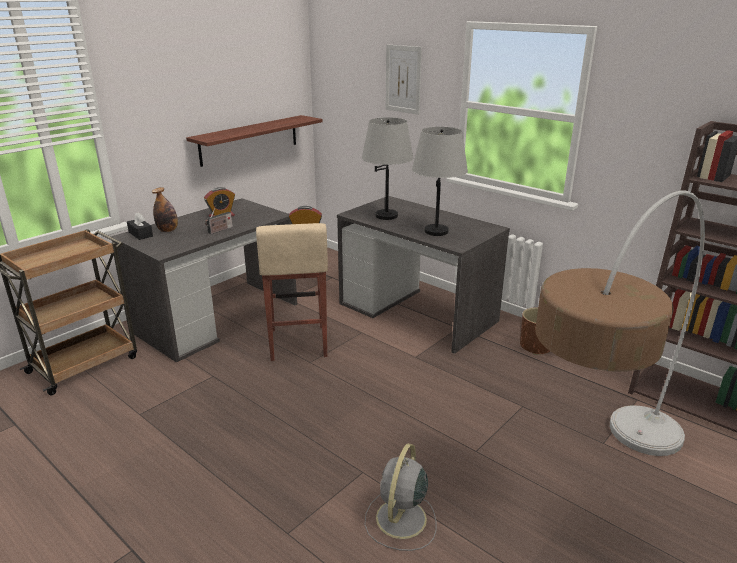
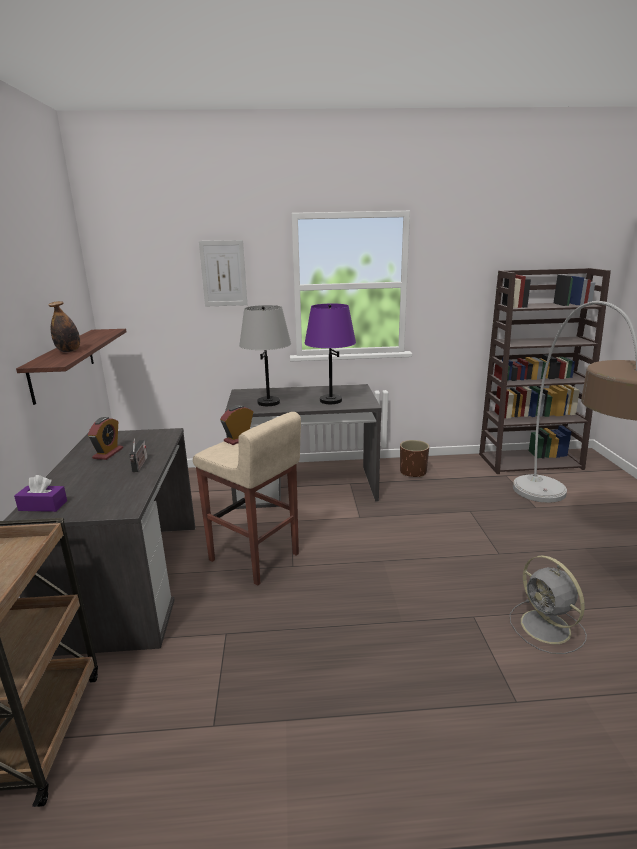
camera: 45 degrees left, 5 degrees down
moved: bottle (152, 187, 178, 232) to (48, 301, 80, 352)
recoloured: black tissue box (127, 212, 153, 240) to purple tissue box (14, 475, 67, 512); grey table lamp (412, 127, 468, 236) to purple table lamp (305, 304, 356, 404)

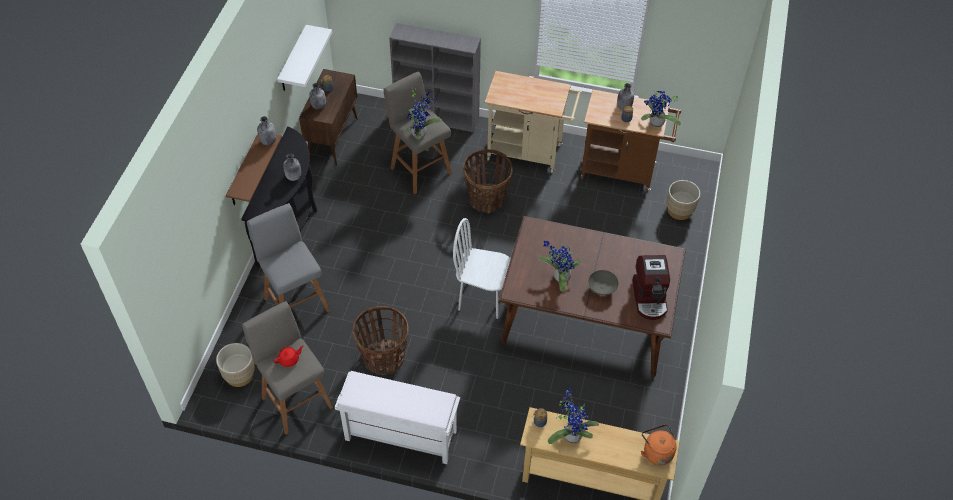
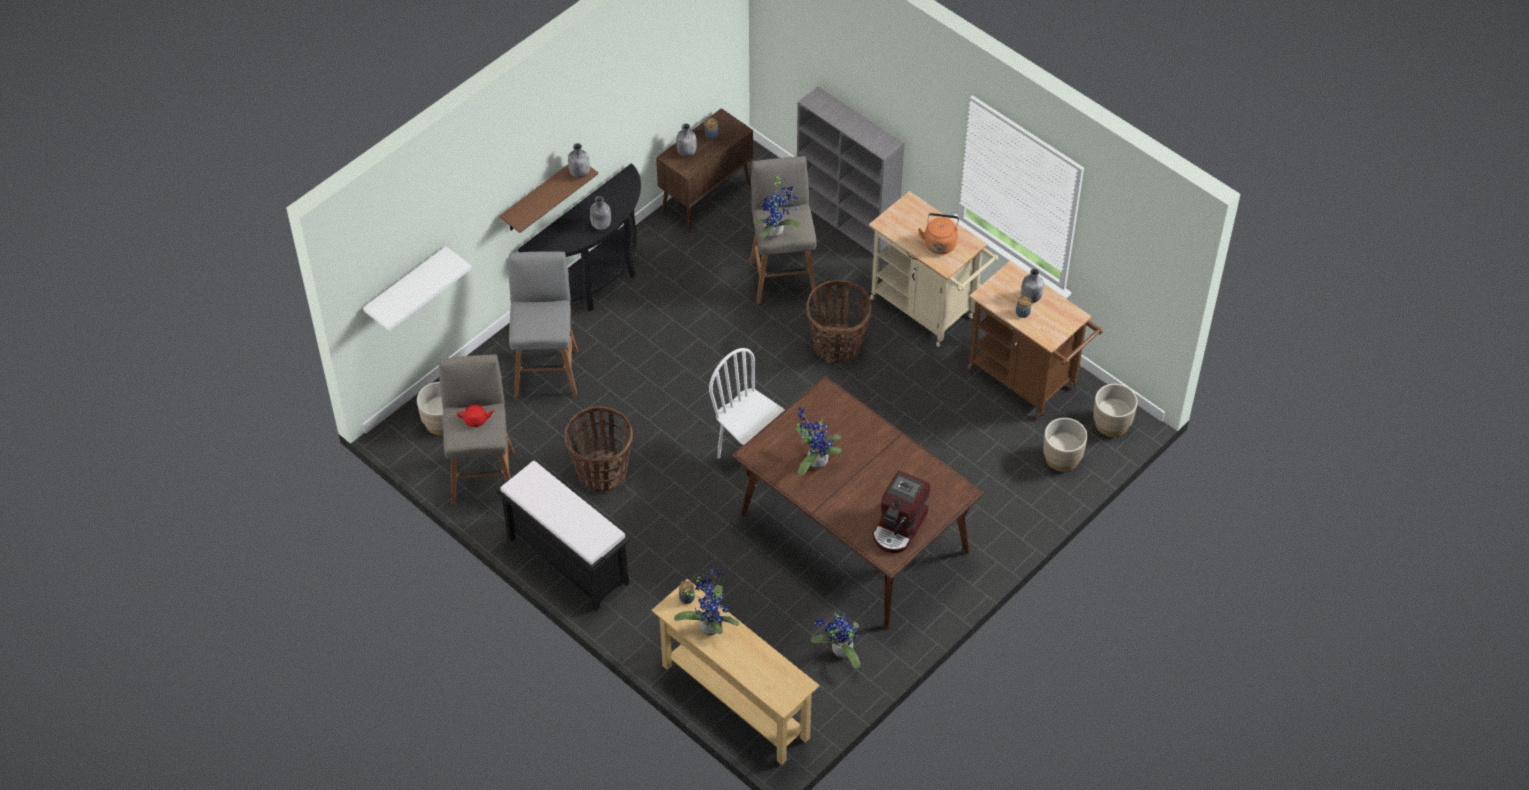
camera: 30 degrees right, 0 degrees up
removed: grey bowl (589, 270, 619, 295)
added: beige planter (1093, 384, 1138, 437)
moved: white shelf (277, 25, 332, 91) to (363, 246, 472, 331); potted plant (641, 91, 681, 127) to (811, 611, 860, 668); orange kettle (641, 424, 677, 466) to (918, 213, 959, 254)
recoloured: white bench (335, 371, 460, 464) to black bench (496, 460, 630, 611)

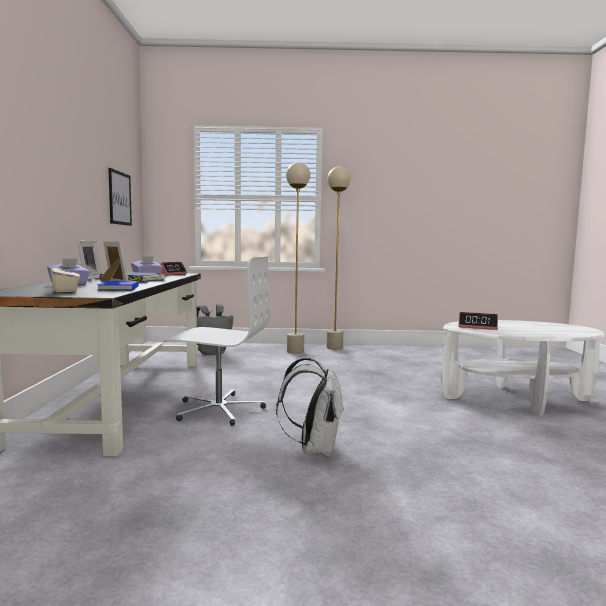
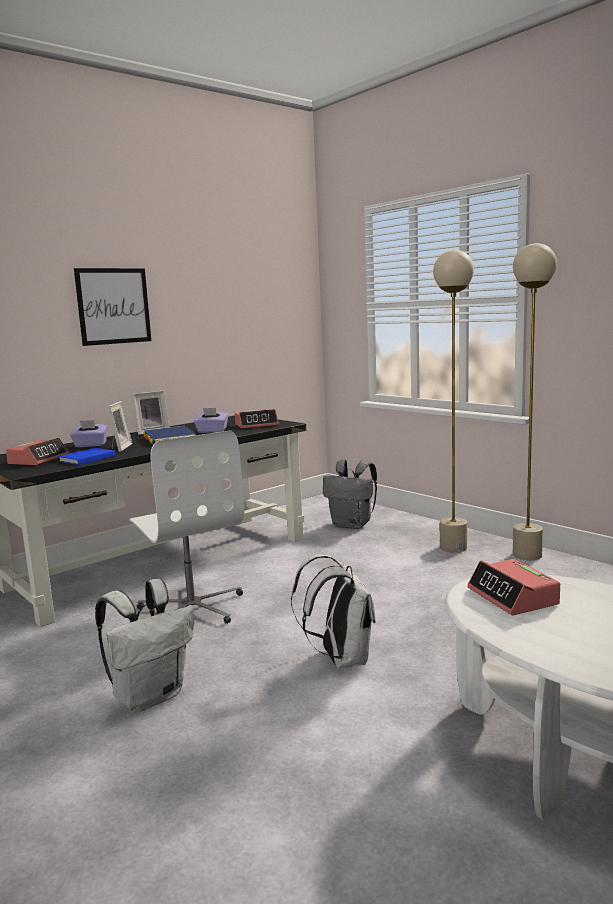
camera: 50 degrees right, 5 degrees up
added: white backpack (291, 554, 376, 668)
moved: picture (108, 168, 132, 226) to (74, 268, 151, 346)
replaced: beige tissue box (51, 262, 80, 292) to alarm clock (6, 437, 69, 465)

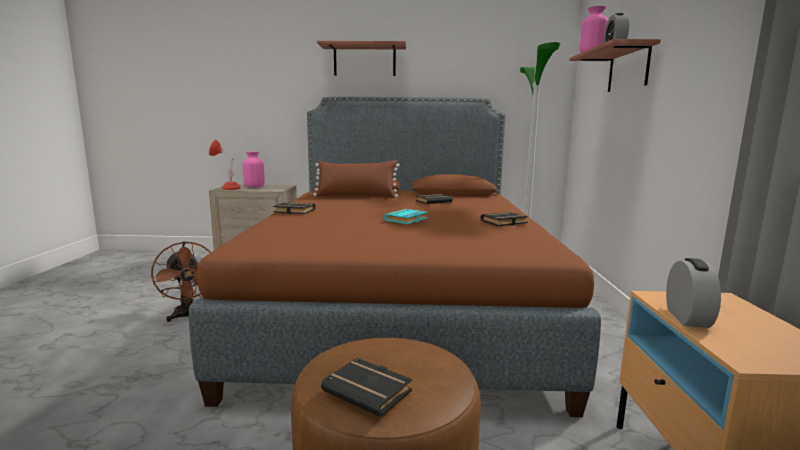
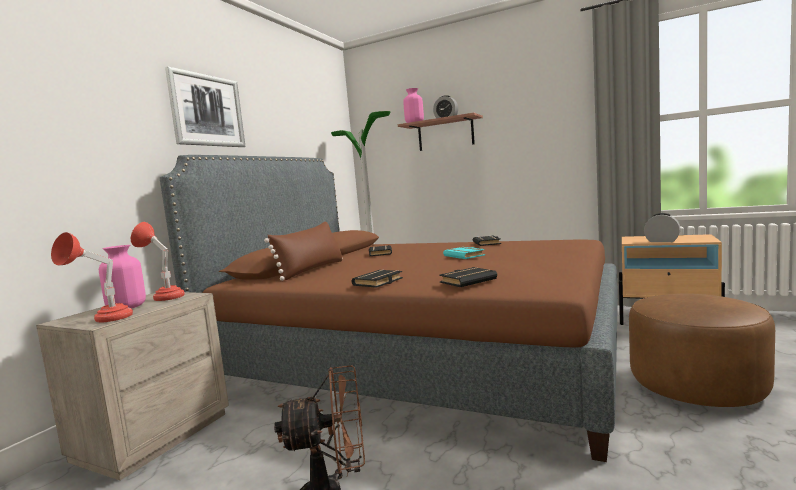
camera: 65 degrees left, 5 degrees down
added: red table lamp (131, 222, 184, 301)
moved: black book (321, 358, 412, 417) to (439, 267, 497, 287)
replaced: shelf (317, 41, 406, 76) to picture (165, 66, 246, 147)

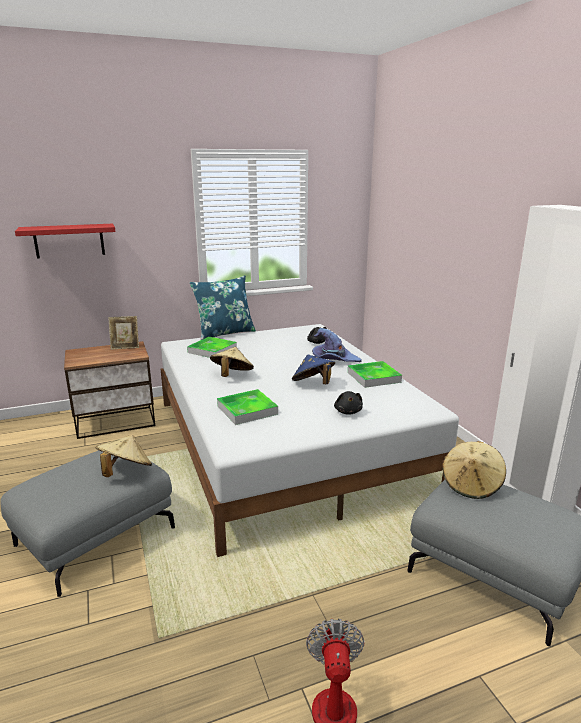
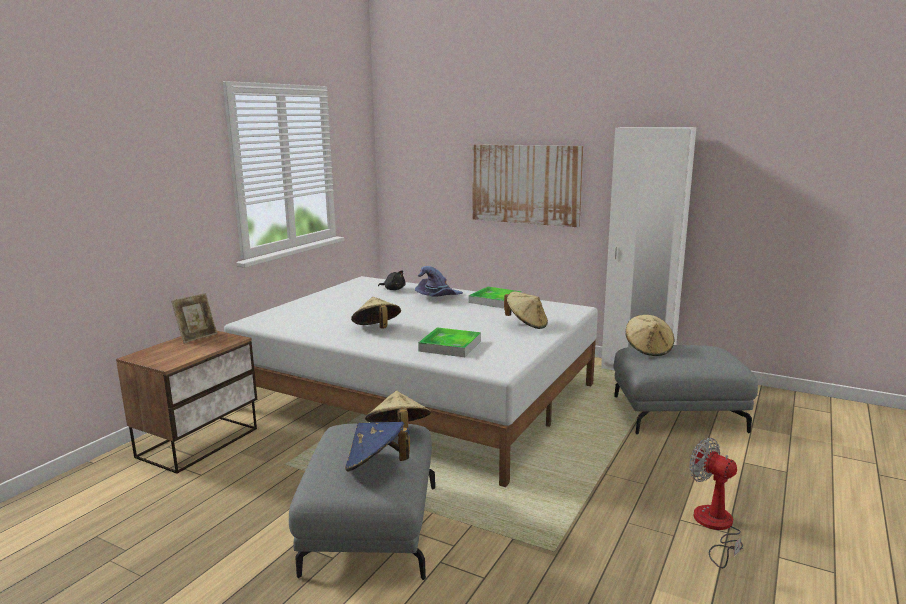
camera: 40 degrees left, 5 degrees down
removed: red shelf (15, 224, 116, 259); tray (187, 337, 237, 358); blue pillow (190, 275, 256, 340)
added: picture (472, 144, 583, 227)
moved: blue hat (292, 354, 335, 384) to (345, 422, 410, 472)
replaced: black plush toy (334, 391, 363, 415) to beige hat (504, 291, 548, 329)

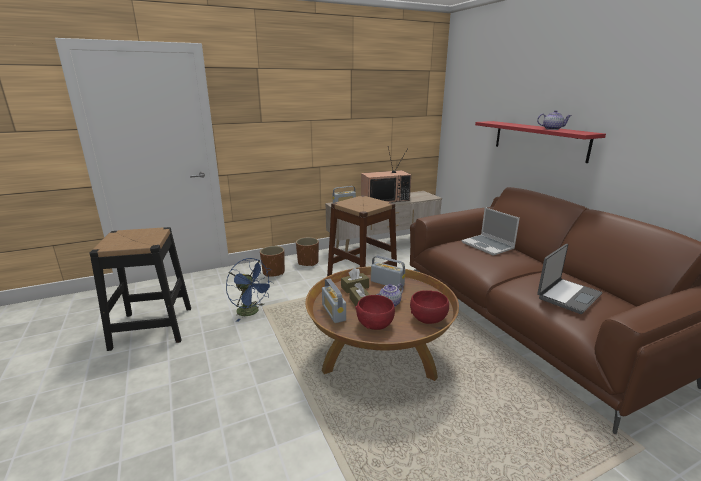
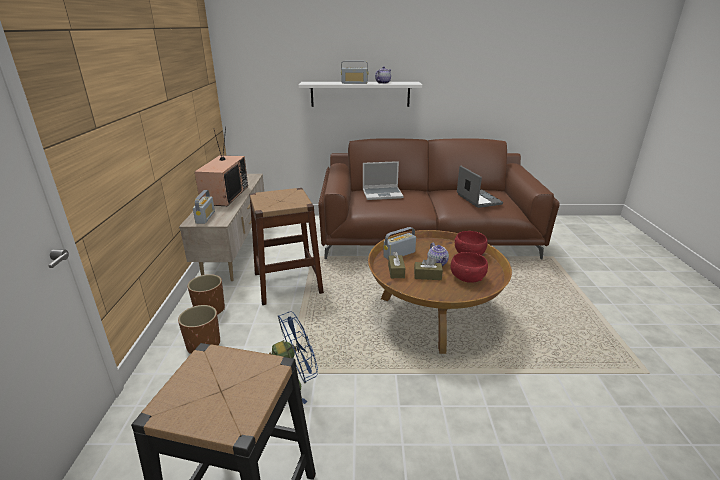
camera: 65 degrees left, 5 degrees up
moved: radio (322, 279, 346, 323) to (341, 61, 368, 84)
recoloured: red shelf (475, 121, 606, 163) to white shelf (298, 82, 422, 107)

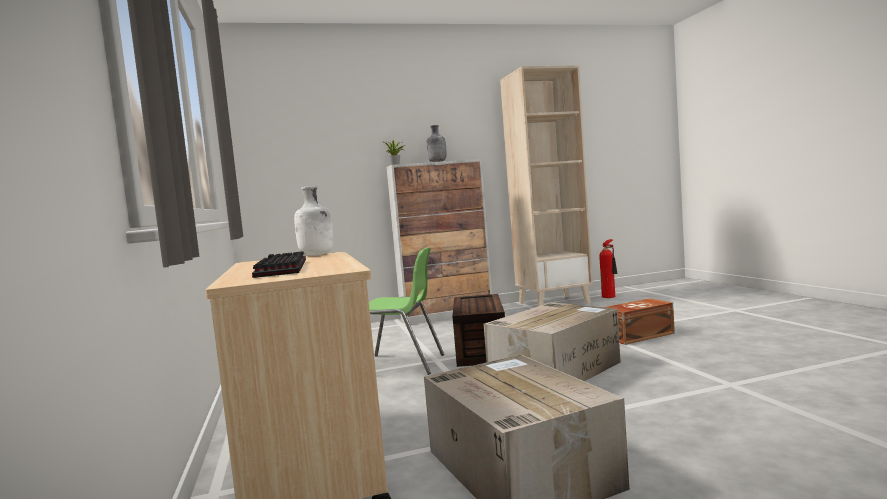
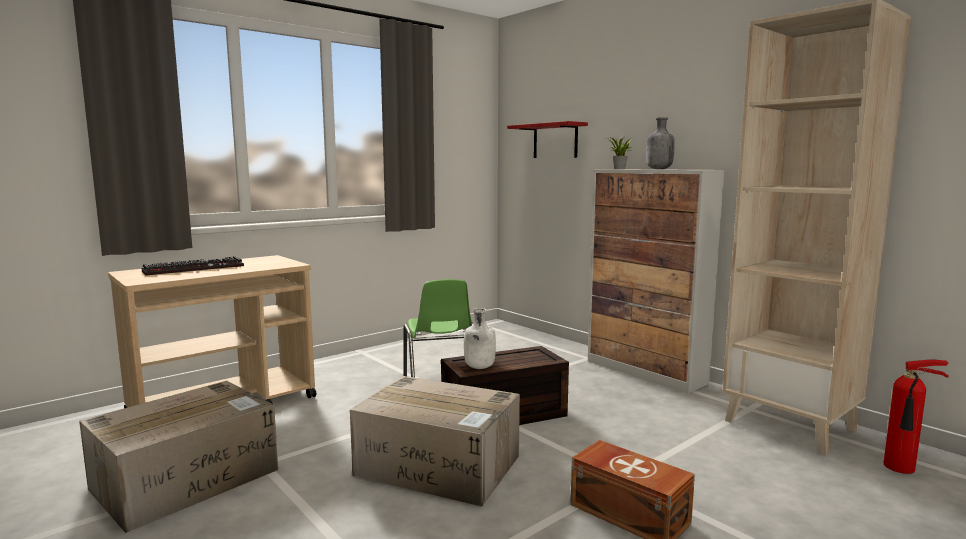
camera: 65 degrees right, 5 degrees up
added: red shelf (507, 121, 588, 158)
moved: white bottle (294, 186, 333, 256) to (464, 308, 496, 369)

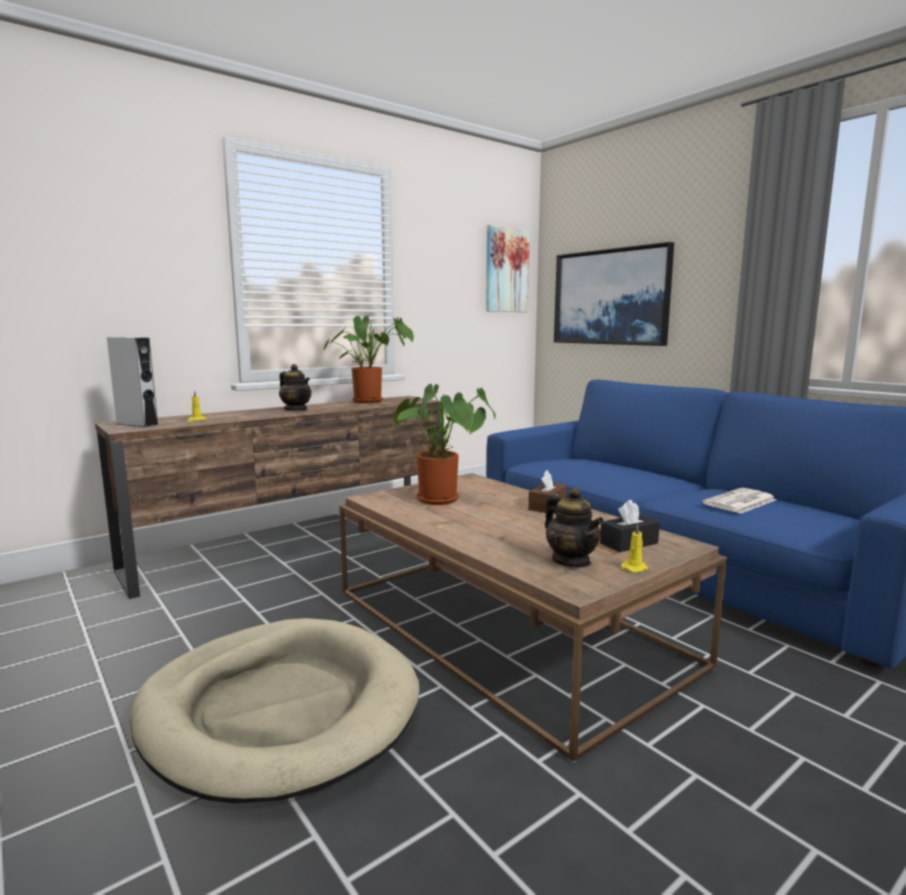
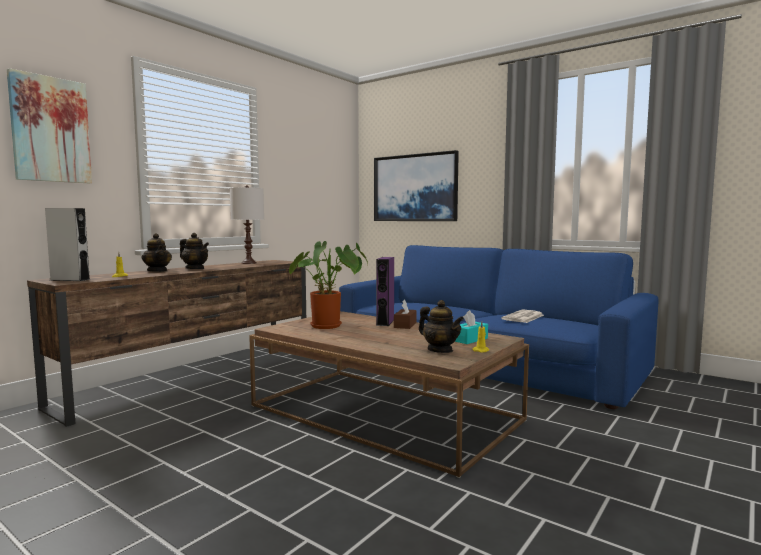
camera: 15 degrees left, 5 degrees down
removed: beige dog bed (130, 618, 419, 803)
added: teapot (142, 233, 172, 272); purple speaker (376, 257, 394, 326)
moved: picture (486, 225, 530, 312) to (7, 68, 92, 183)
replaced: potted plant (323, 316, 414, 403) to white table lamp (230, 185, 264, 264)
recoloured: black tissue box (600, 500, 660, 552) to turquoise tissue box (455, 310, 488, 344)

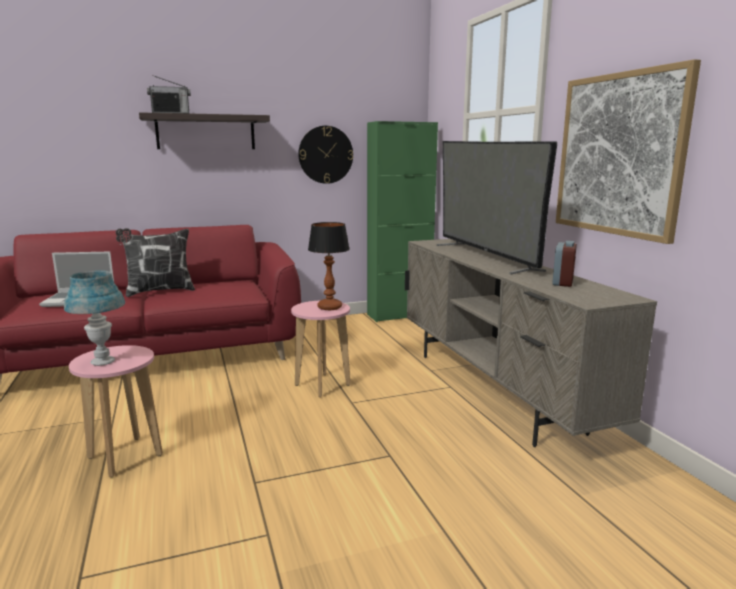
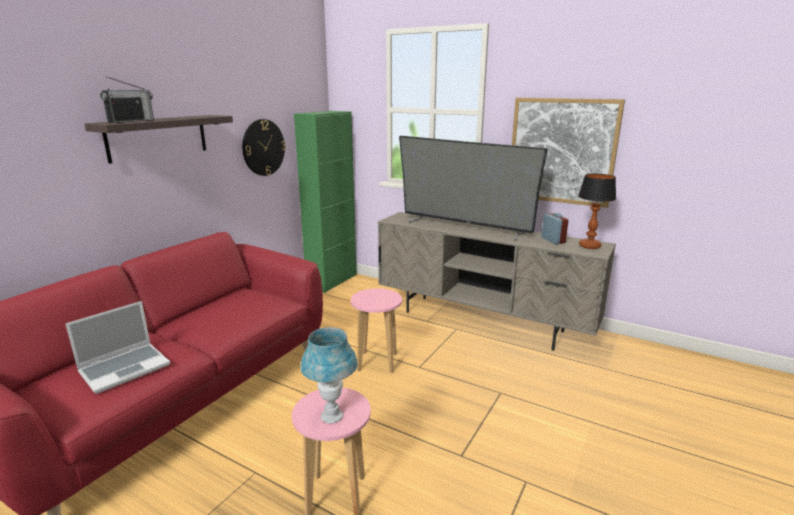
camera: 40 degrees left, 5 degrees up
removed: pillow (116, 228, 195, 297)
moved: table lamp (308, 222, 350, 310) to (578, 174, 616, 249)

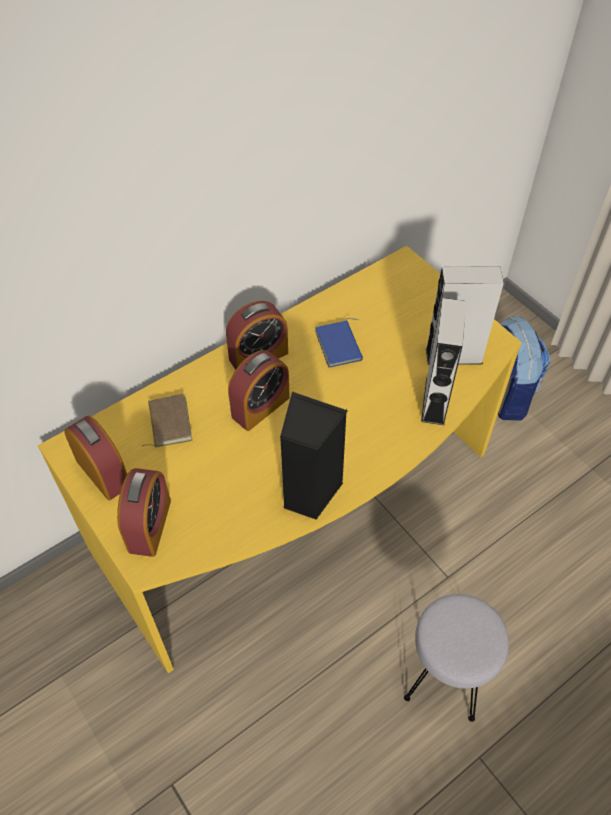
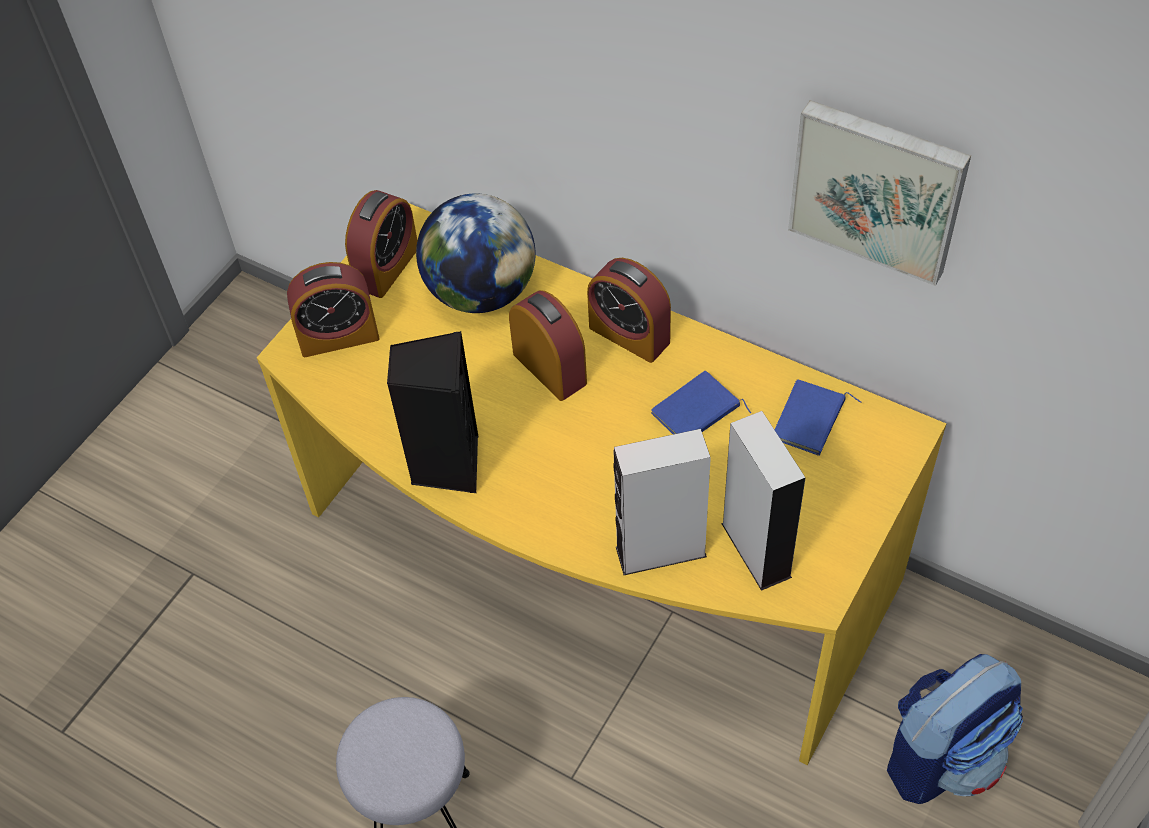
camera: 70 degrees right, 0 degrees up
added: blue book (774, 379, 861, 456); picture (788, 100, 971, 286)
replaced: brown book (142, 394, 192, 447) to globe (416, 194, 536, 313)
turned: alarm clock (228, 350, 290, 431) = (509, 290, 587, 401) 150 degrees counterclockwise

